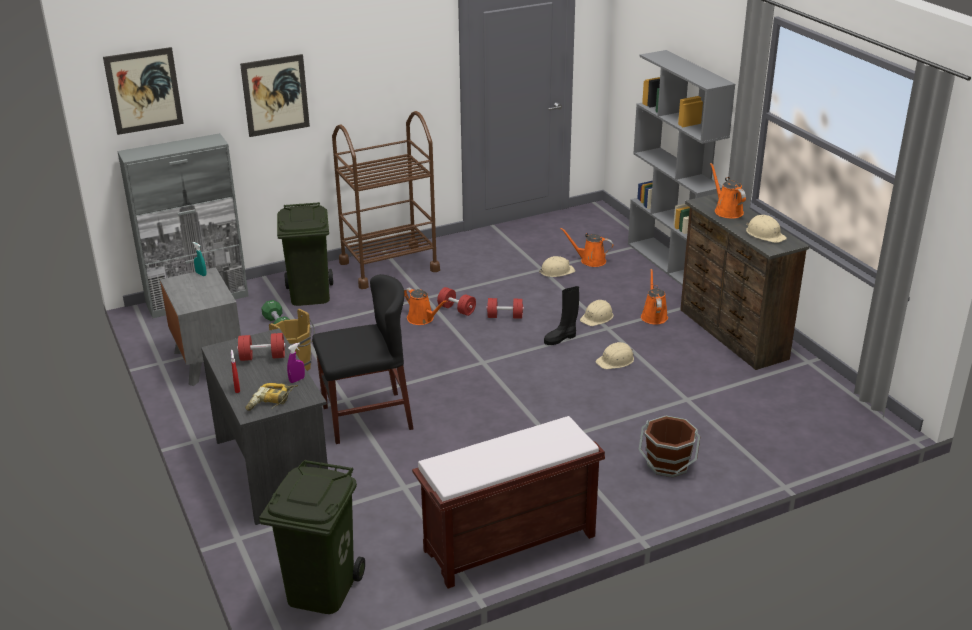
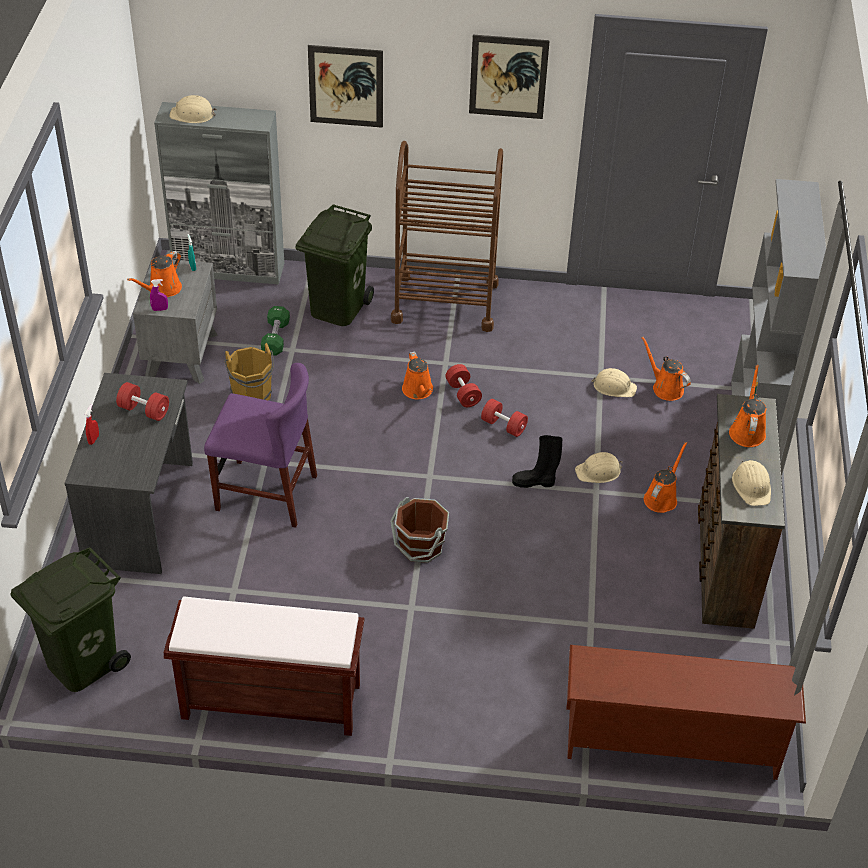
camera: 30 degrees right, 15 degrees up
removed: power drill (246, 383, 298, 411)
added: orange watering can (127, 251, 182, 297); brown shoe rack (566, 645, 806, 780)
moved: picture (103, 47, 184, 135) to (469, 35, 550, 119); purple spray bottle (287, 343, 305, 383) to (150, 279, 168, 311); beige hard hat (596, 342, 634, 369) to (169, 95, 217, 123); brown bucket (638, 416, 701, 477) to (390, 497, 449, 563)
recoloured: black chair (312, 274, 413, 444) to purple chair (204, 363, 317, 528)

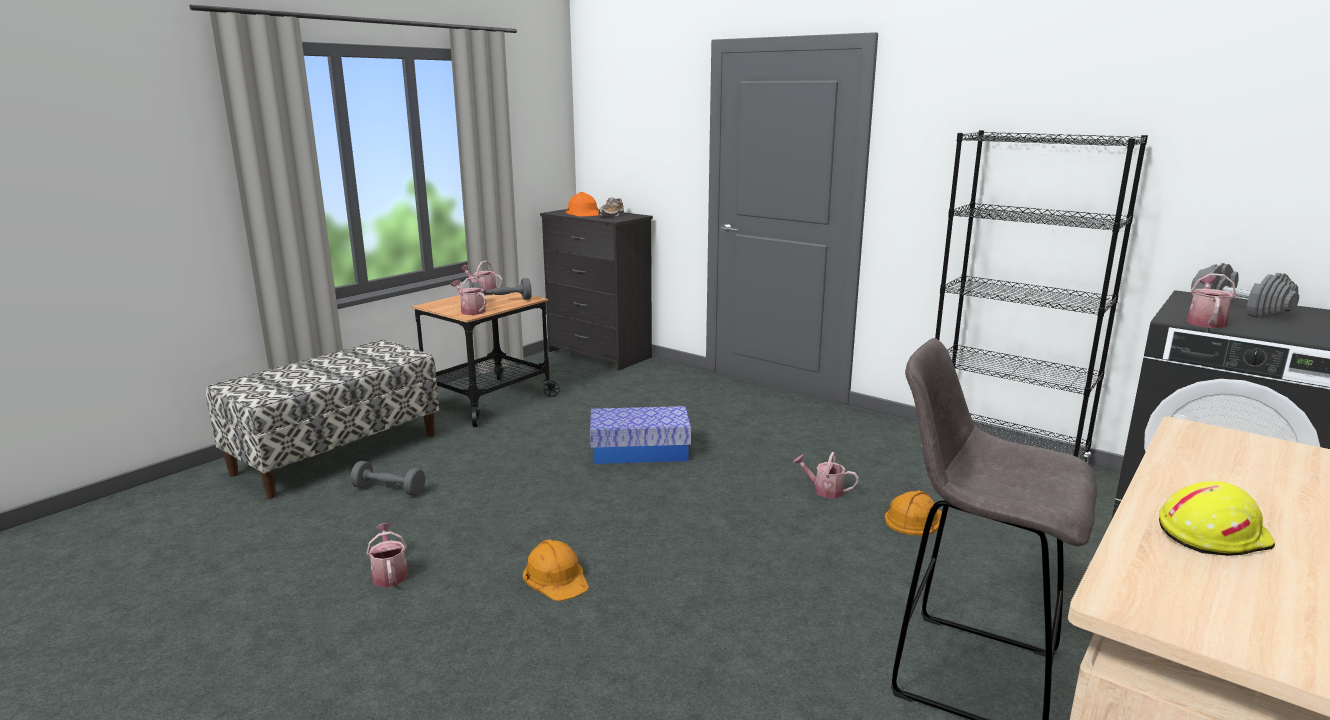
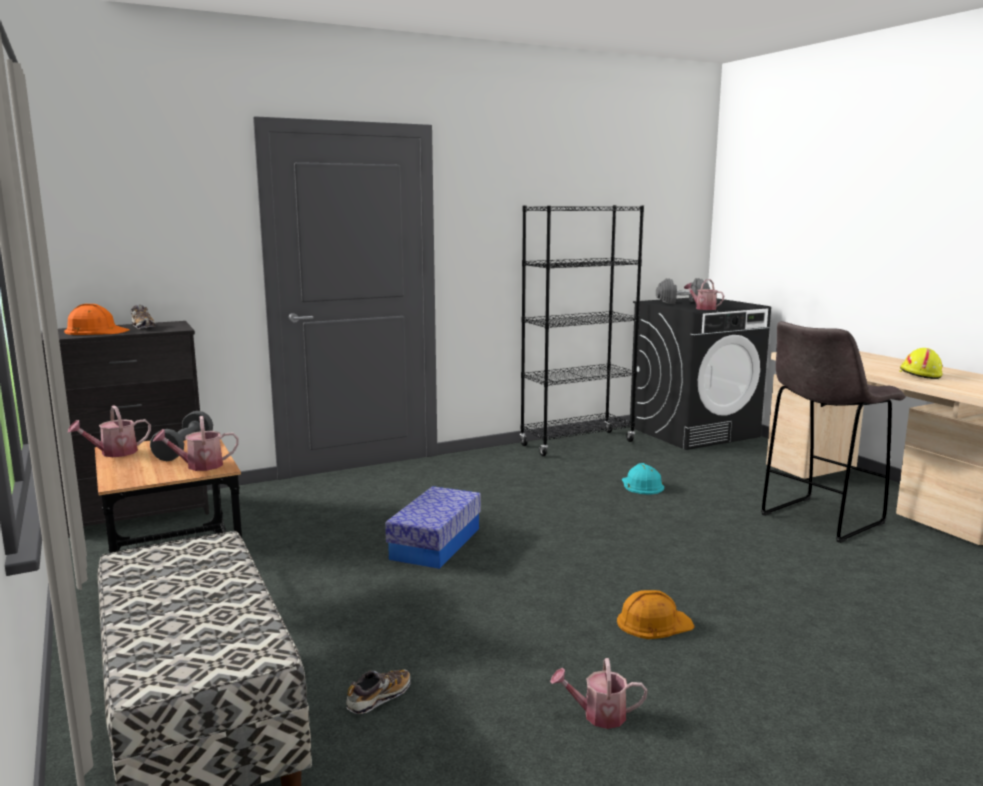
camera: 65 degrees left, 5 degrees down
removed: watering can (793, 452, 859, 498)
replaced: grey dumbbell (351, 461, 425, 496) to shoe (346, 669, 411, 714)
recoloured: orange hard hat (885, 490, 947, 536) to turquoise hard hat (622, 463, 664, 495)

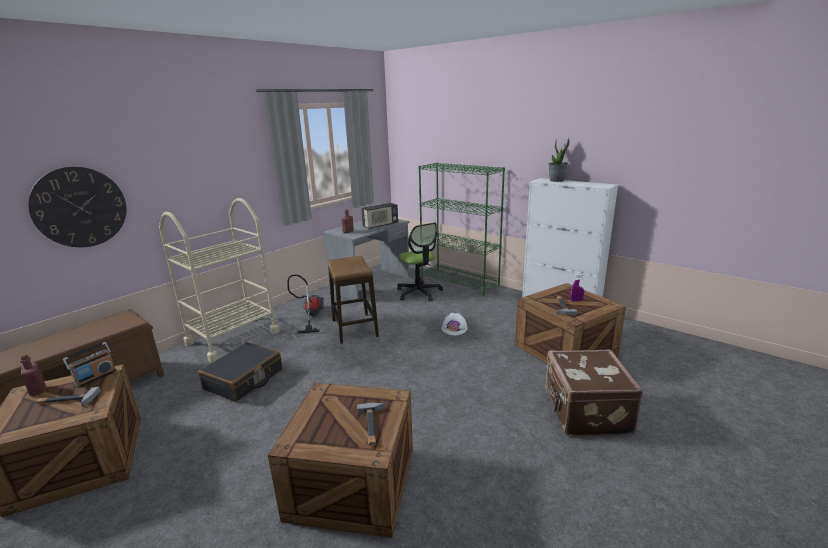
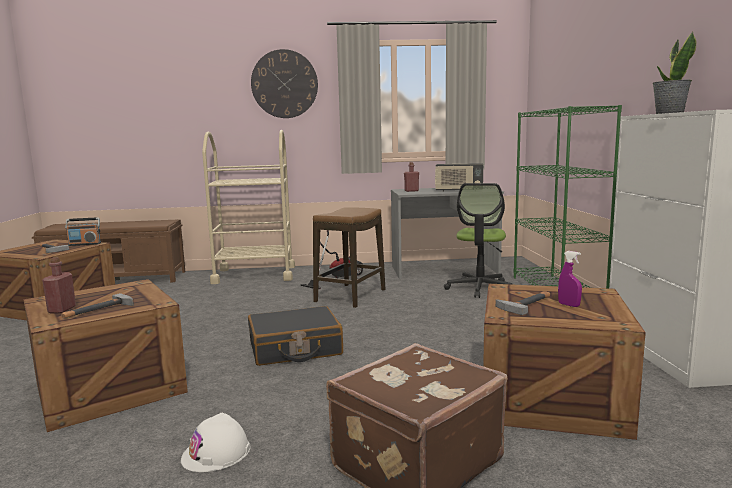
camera: 45 degrees right, 10 degrees down
moved: red bottle (20, 354, 45, 396) to (42, 257, 76, 314); wall clock (28, 167, 127, 247) to (251, 49, 318, 118); black suitcase (198, 342, 282, 402) to (248, 306, 343, 366); white hard hat (442, 313, 468, 335) to (181, 413, 251, 472)

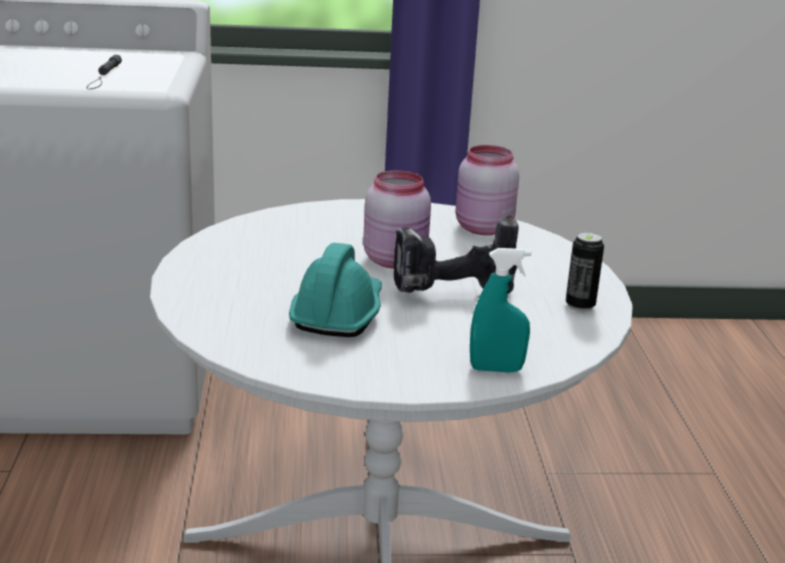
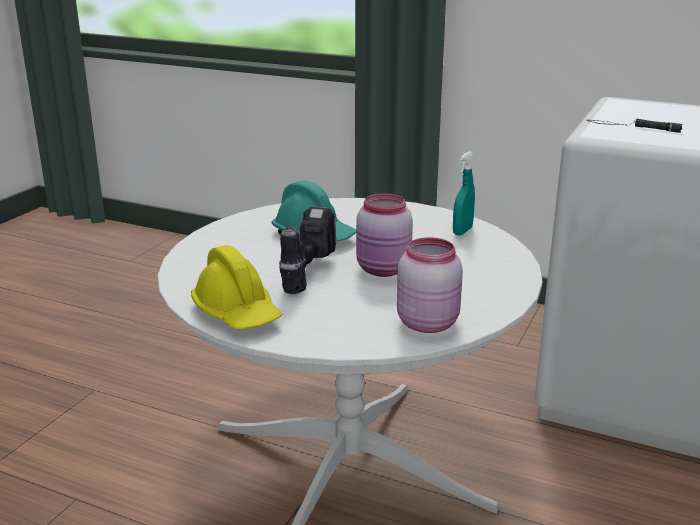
camera: 120 degrees right, 0 degrees up
moved: turquoise spray bottle (470, 248, 531, 373) to (453, 152, 475, 236)
replaced: can (566, 232, 604, 312) to yellow hard hat (191, 245, 282, 329)

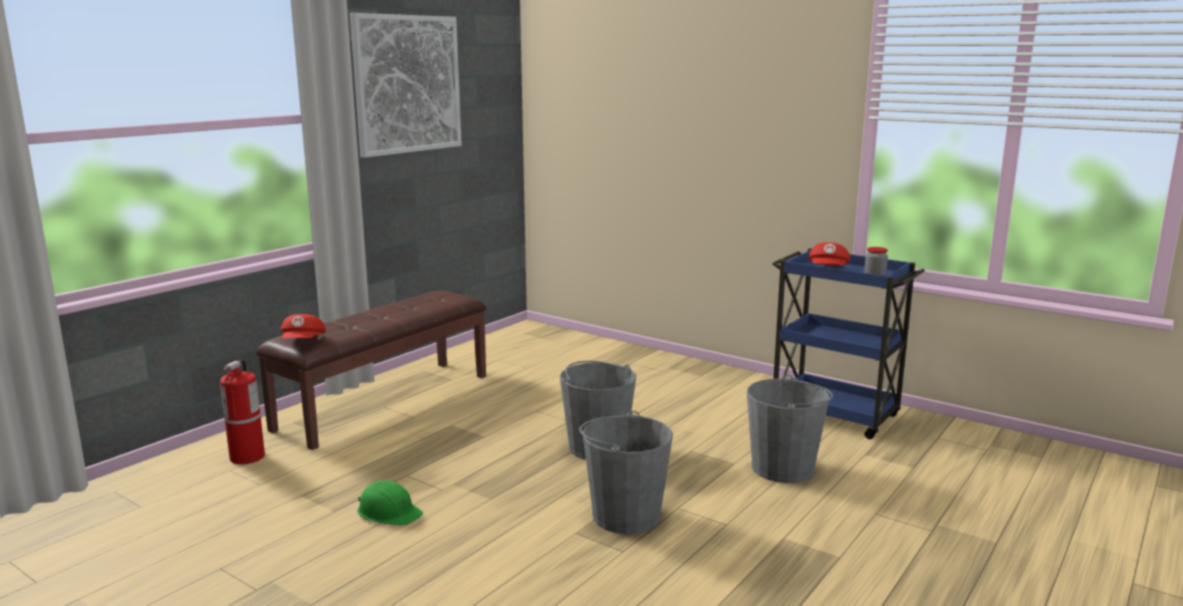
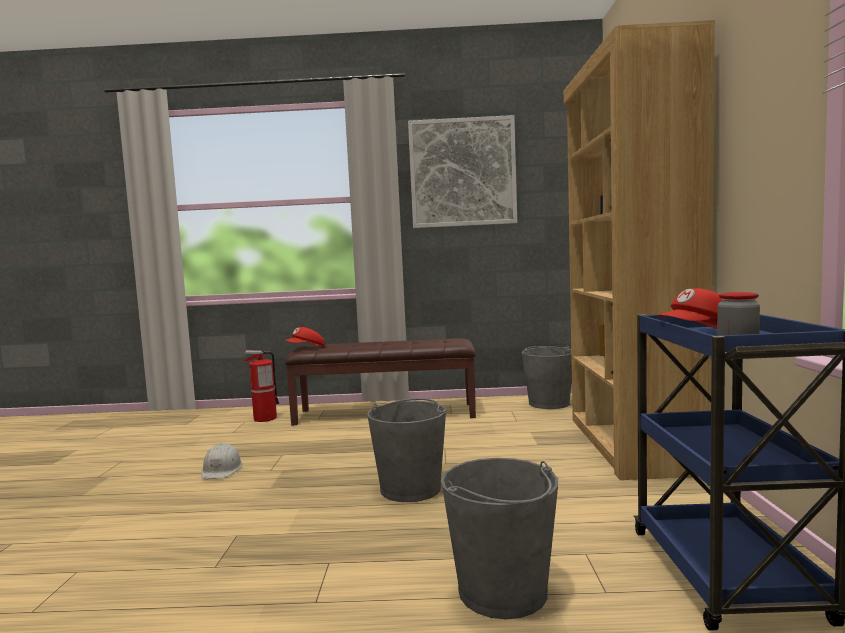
camera: 55 degrees right, 10 degrees down
added: brown bookcase (564, 20, 715, 480)
moved: grey bucket (579, 411, 673, 534) to (522, 346, 572, 409)
recoloured: green hard hat (357, 480, 423, 526) to white hard hat (201, 443, 243, 479)

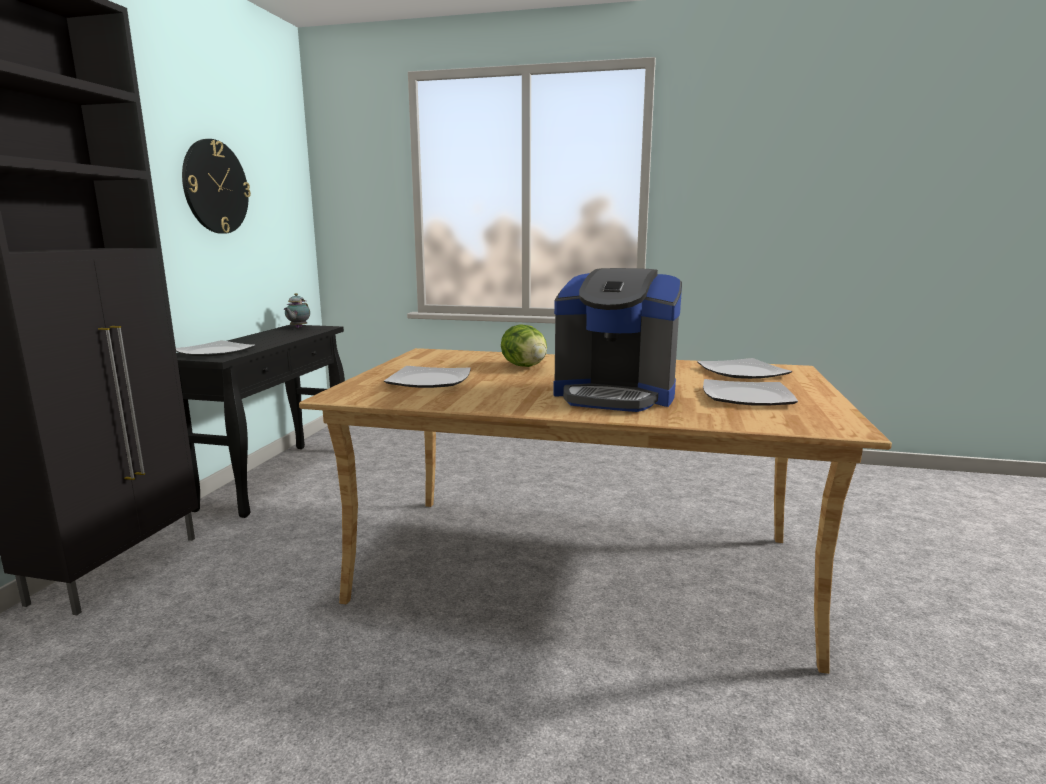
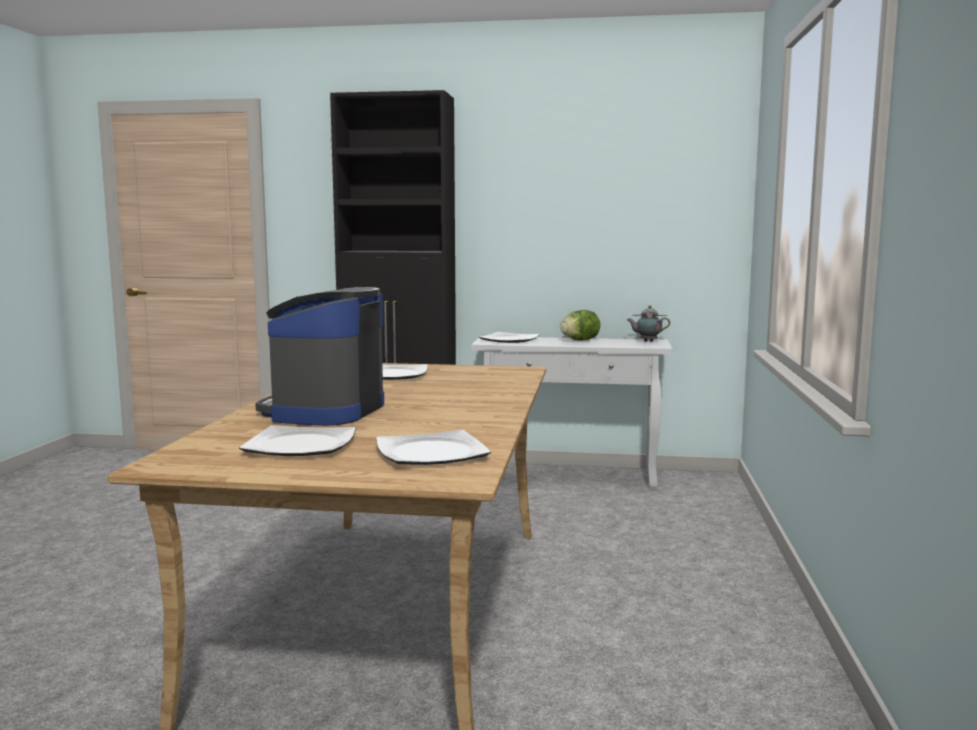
camera: 85 degrees right, 5 degrees down
removed: wall clock (182, 139, 251, 234)
moved: lettuce (501, 324, 547, 367) to (560, 310, 600, 341)
recoloured: black console table (176, 325, 345, 518) to white console table (471, 336, 672, 488)

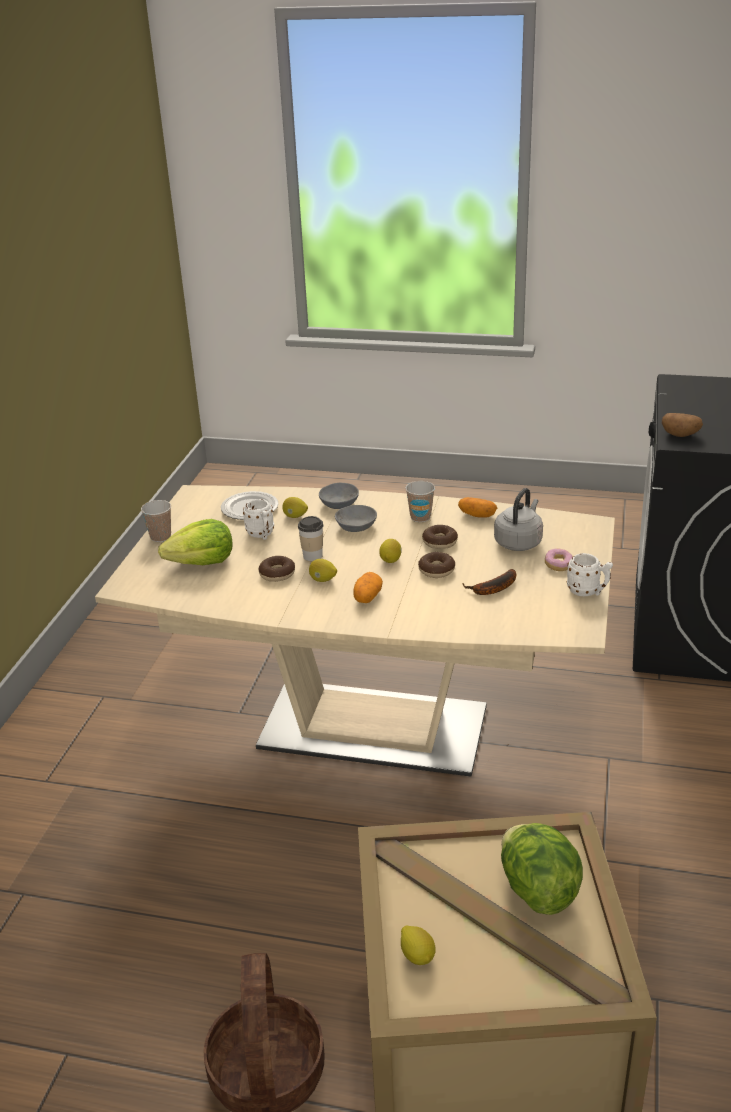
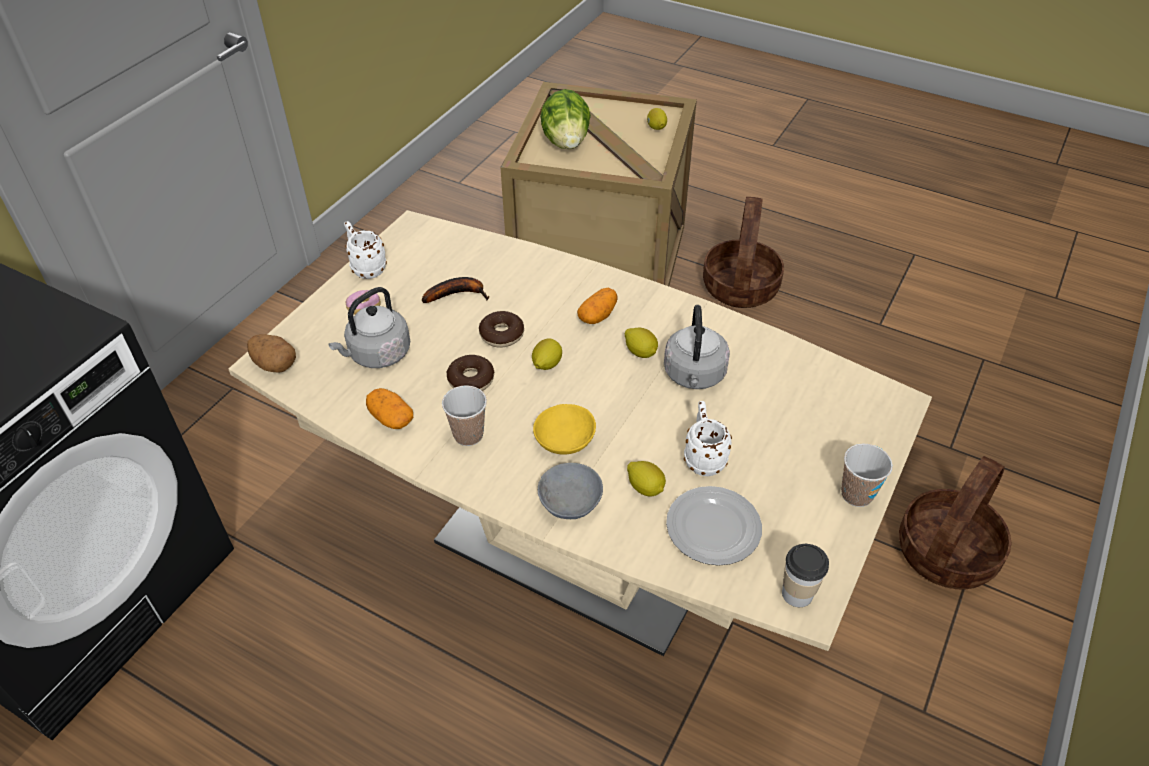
camera: 165 degrees left, 15 degrees up
removed: lettuce (158, 519, 233, 565)
added: basket (899, 456, 1012, 589)
moved: cup (298, 516, 324, 561) to (782, 544, 829, 607); potato (662, 413, 703, 437) to (247, 334, 296, 373)
replaced: donut (259, 556, 295, 582) to grey kettle (664, 305, 730, 389)
recoloured: grey bowl (335, 505, 377, 532) to yellow bowl (533, 404, 596, 455)

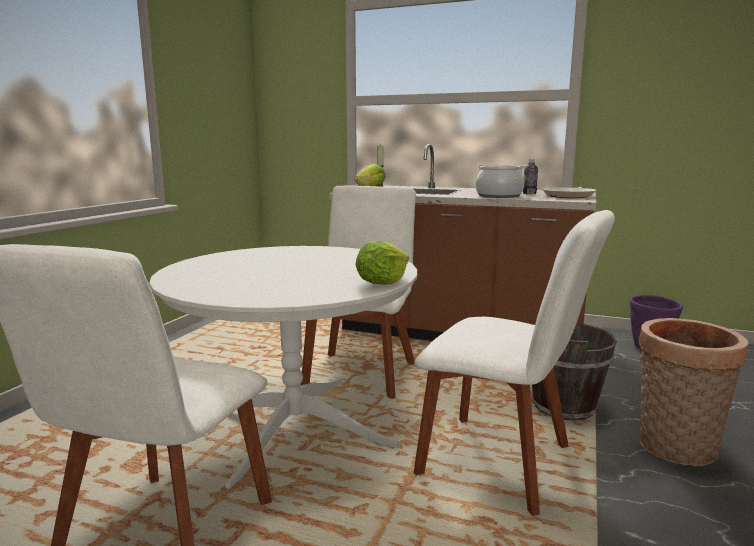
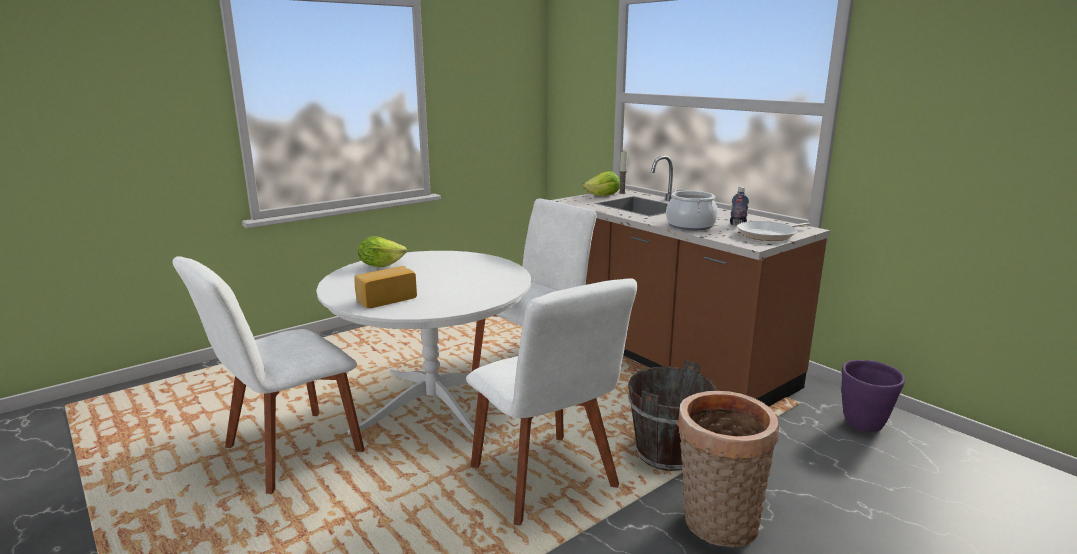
camera: 30 degrees right, 5 degrees up
added: bread (354, 266, 417, 308)
moved: lettuce (356, 241, 409, 284) to (358, 236, 407, 267)

